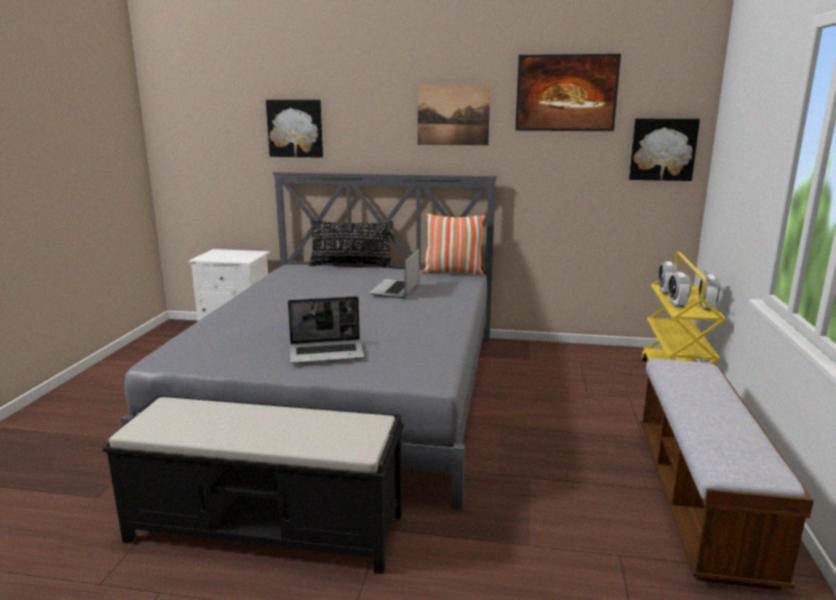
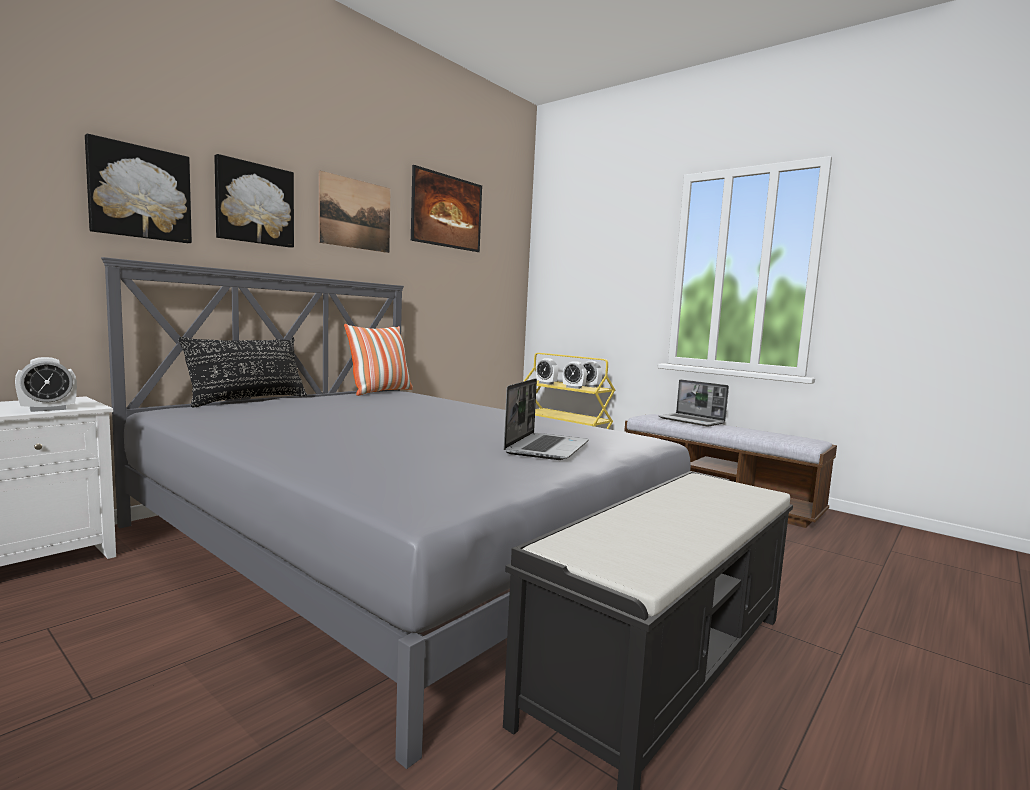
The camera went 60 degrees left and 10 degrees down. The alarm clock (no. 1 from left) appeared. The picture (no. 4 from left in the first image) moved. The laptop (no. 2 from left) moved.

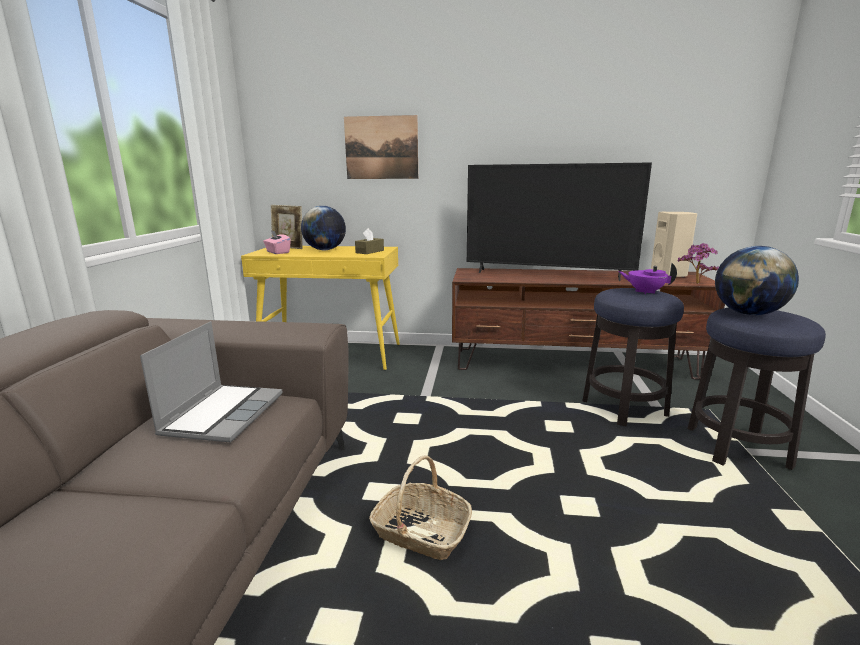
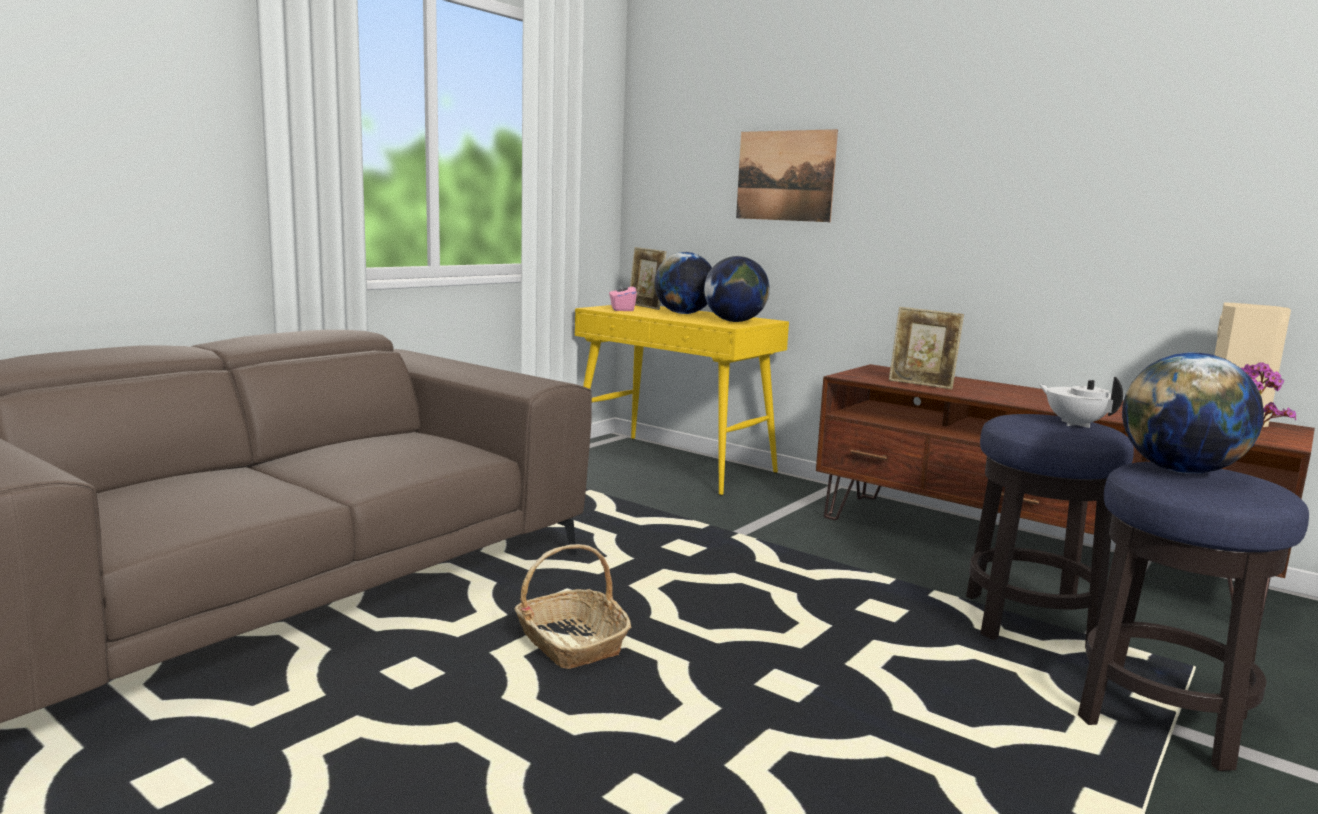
The camera went 30 degrees right and 5 degrees down. The brown tissue box was replaced by the globe (no. 2 from left). The picture frame (no. 2 from left) appeared. The purple teapot became the white teapot. The laptop disappeared. The television disappeared.

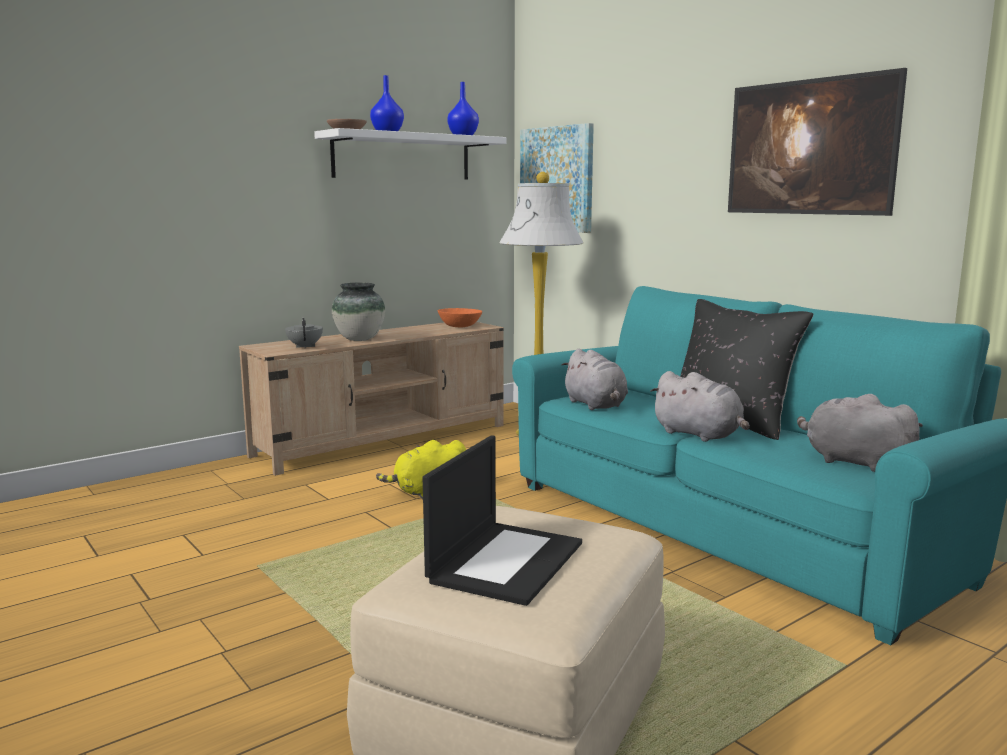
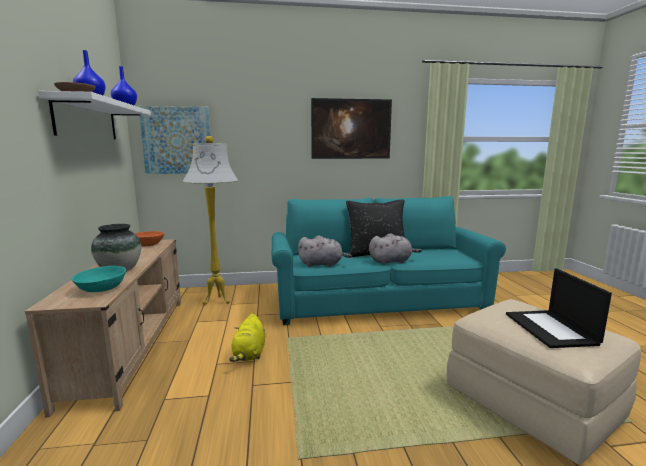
The camera went 60 degrees left and 0 degrees up. The grey teapot was replaced by the turquoise bowl. The laptop turned 150 degrees counterclockwise. The grey plush toy (no. 3 from left) disappeared.

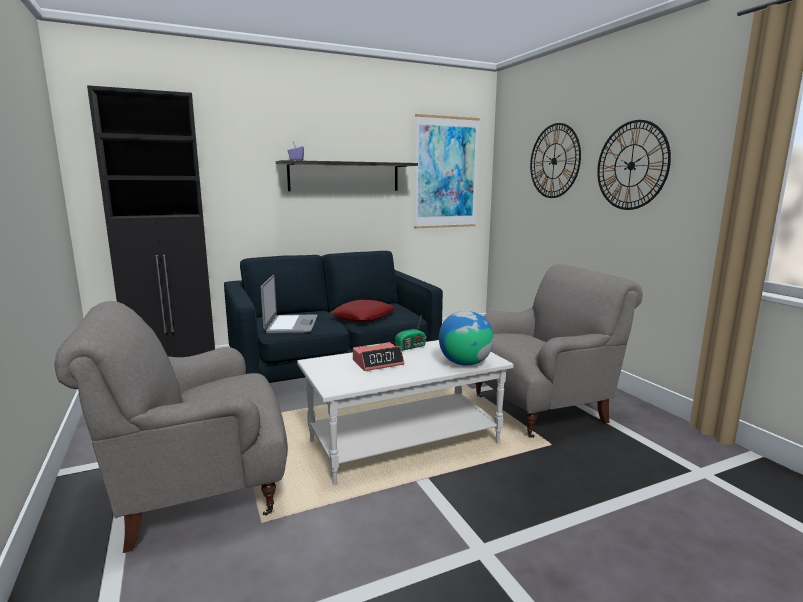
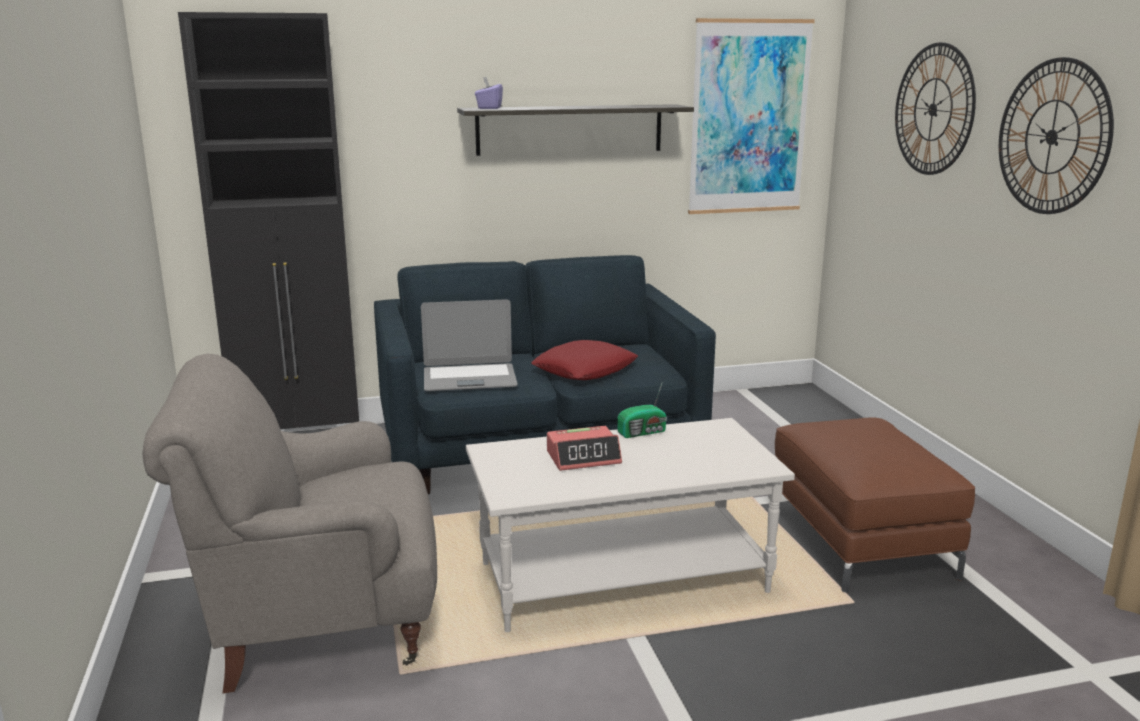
The camera went 10 degrees right and 5 degrees up. The laptop turned 75 degrees clockwise. The grey armchair (no. 2 from left) was replaced by the brown ottoman. The globe disappeared.

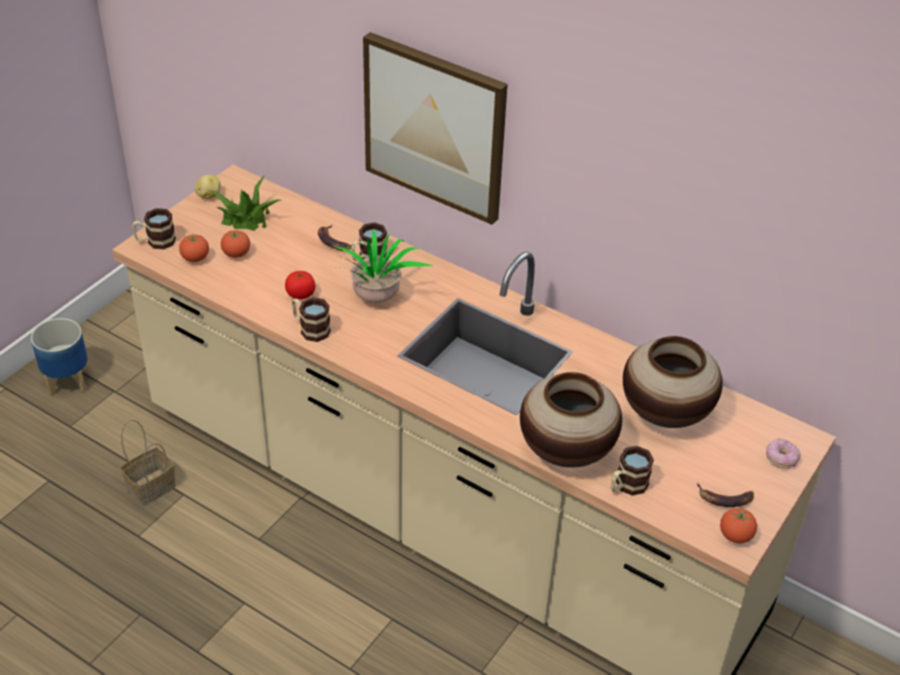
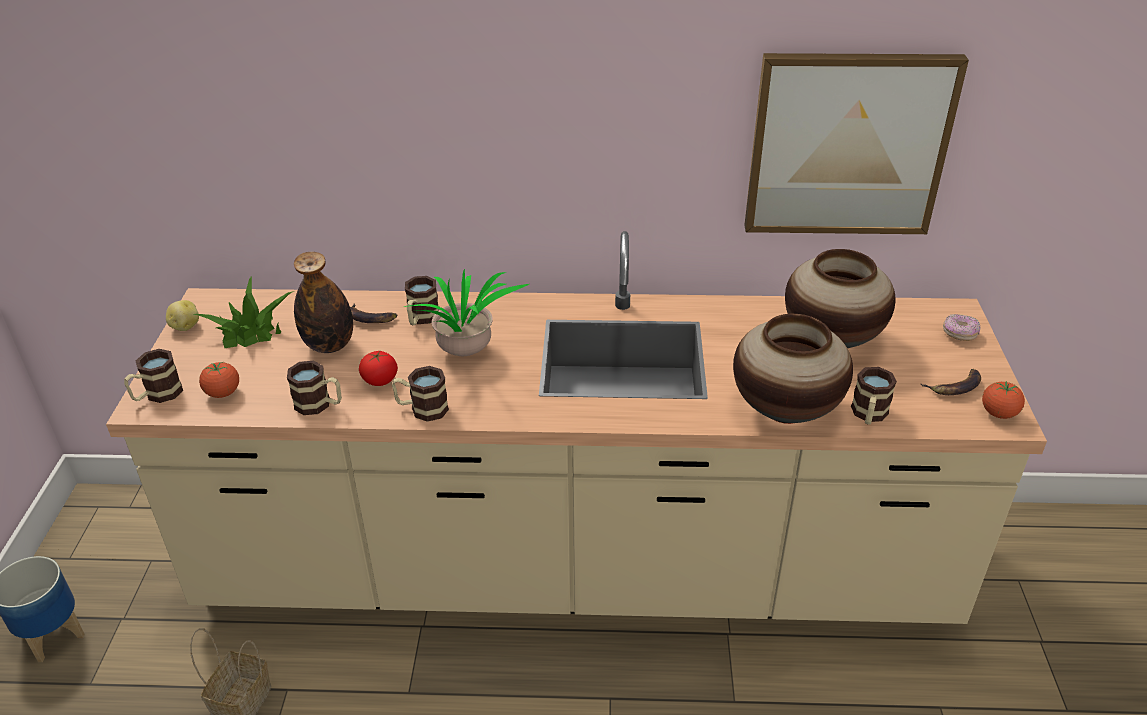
The camera went 30 degrees left and 5 degrees down. The mug (no. 2 from left) appeared. The bottle appeared. The picture moved. The tomato (no. 2 from left) disappeared.

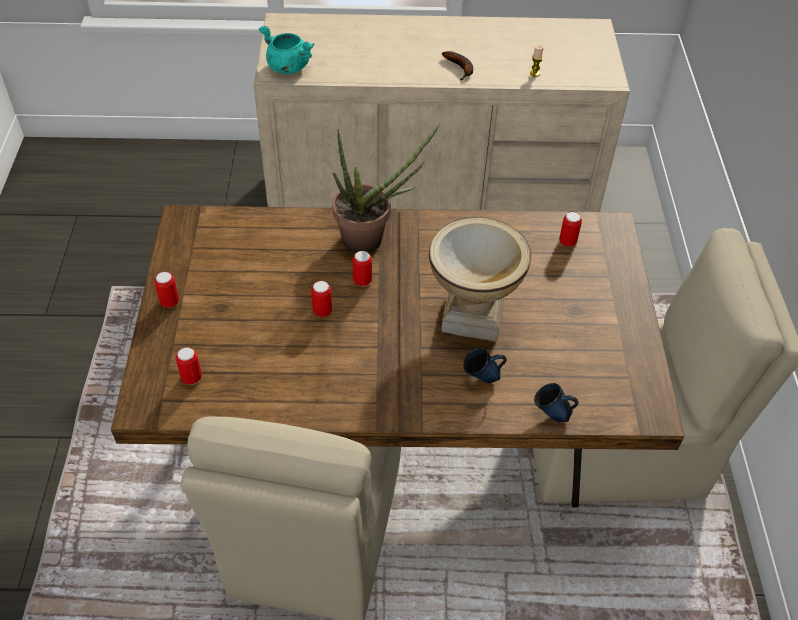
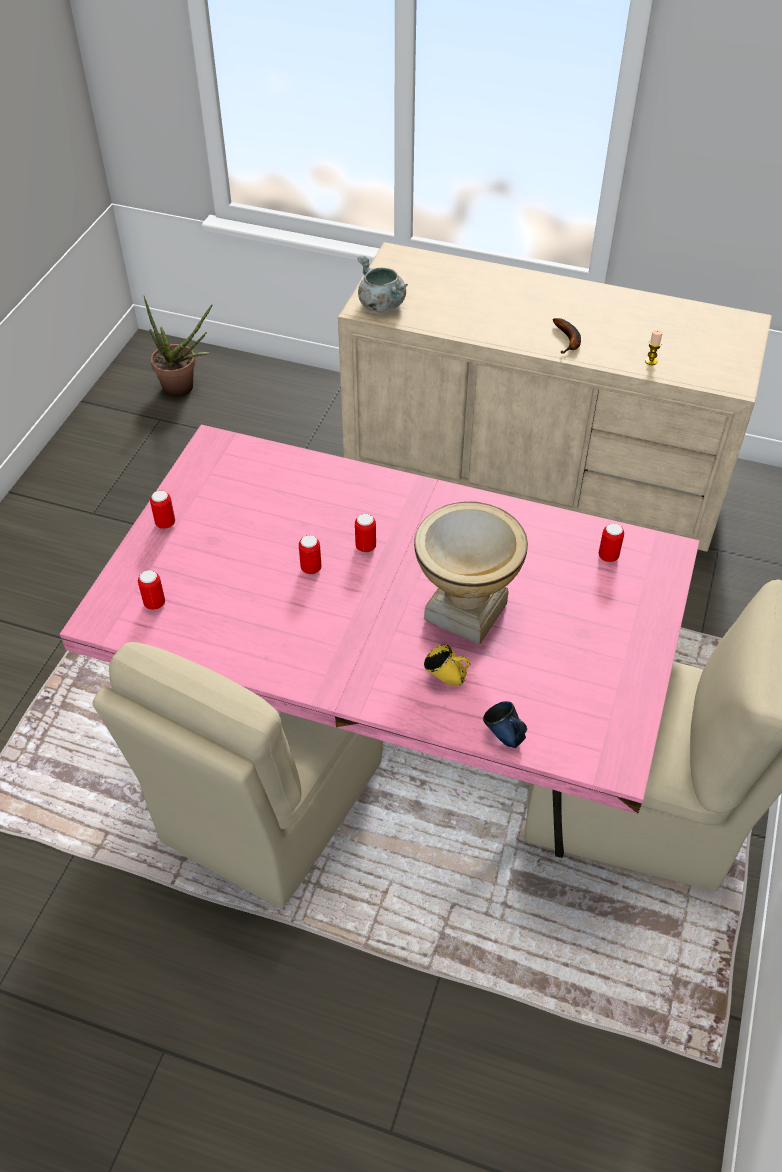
The camera went 20 degrees right and 0 degrees up. The brown dining table became the pink dining table. The potted plant moved. The turquoise cooking pot became the grey cooking pot. The blue mug (no. 1 from left) became the yellow mug.

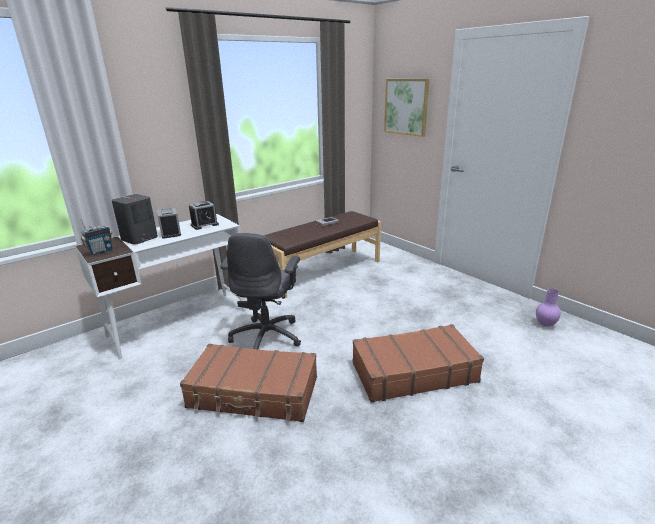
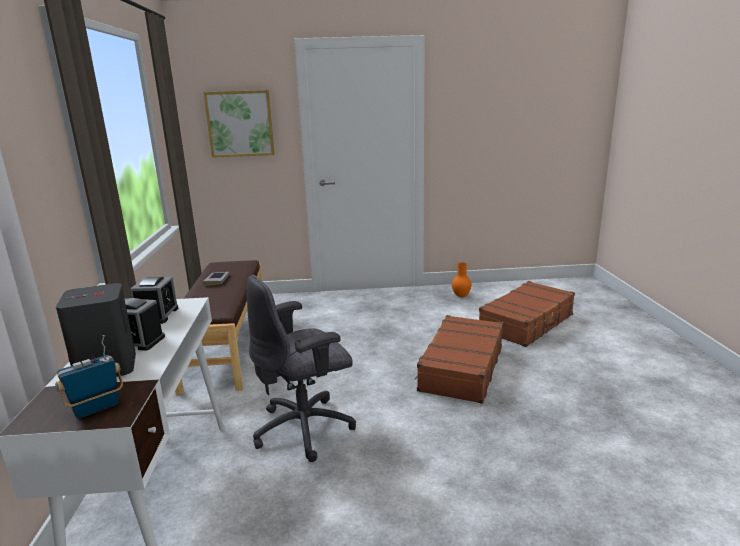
The camera went 55 degrees left and 5 degrees down. The radio turned 120 degrees counterclockwise. The grey office chair turned 105 degrees clockwise. The purple vase became the orange vase. The brown suitcase (no. 1 from left in the first image) moved.

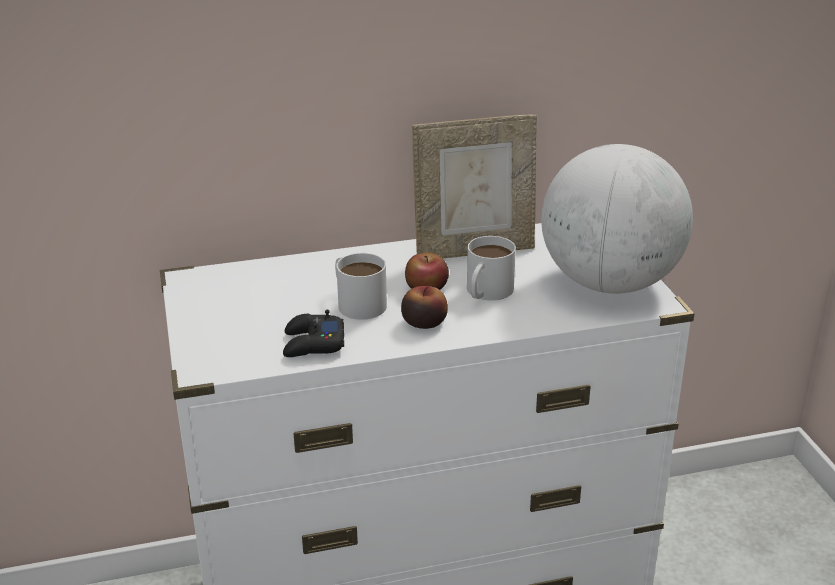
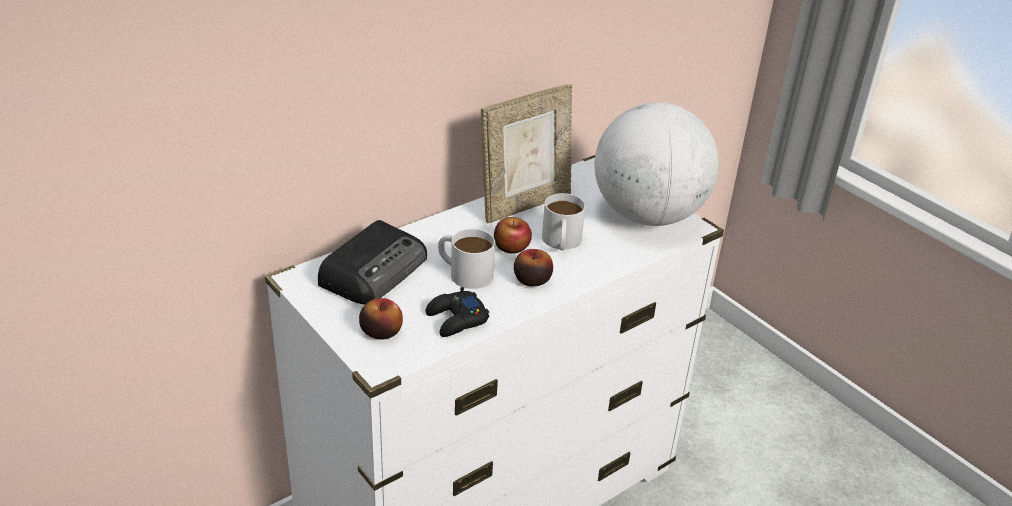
The camera went 25 degrees left and 5 degrees up. The radio appeared. The apple (no. 1 from left) appeared.

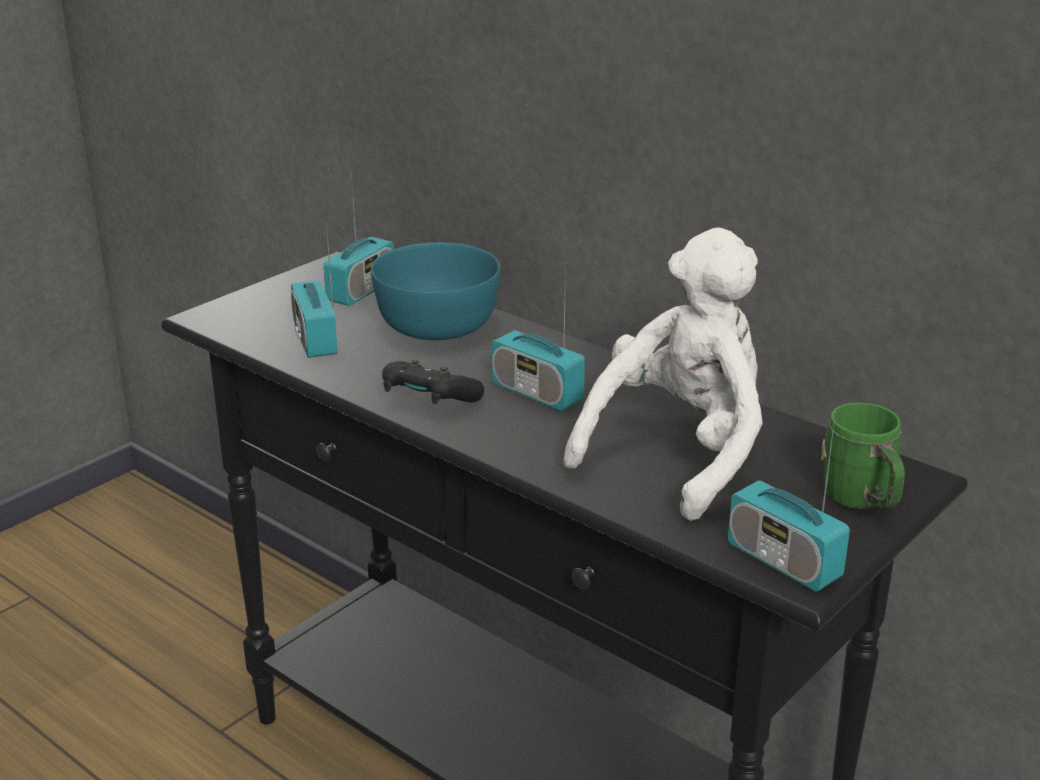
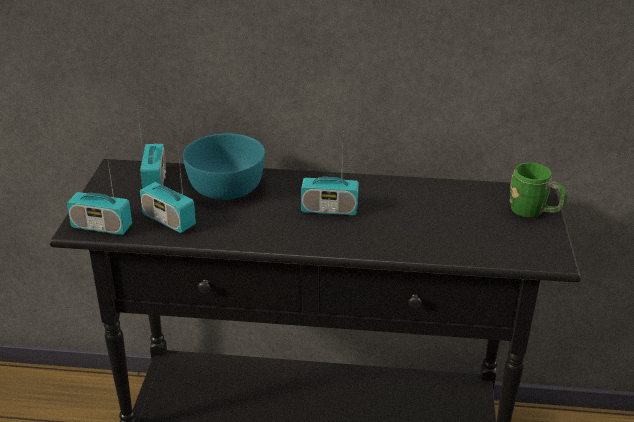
The camera went 35 degrees left and 5 degrees up. The radio (no. 4 from left in the first image) moved. The black game controller disappeared. The white plush toy disappeared.

